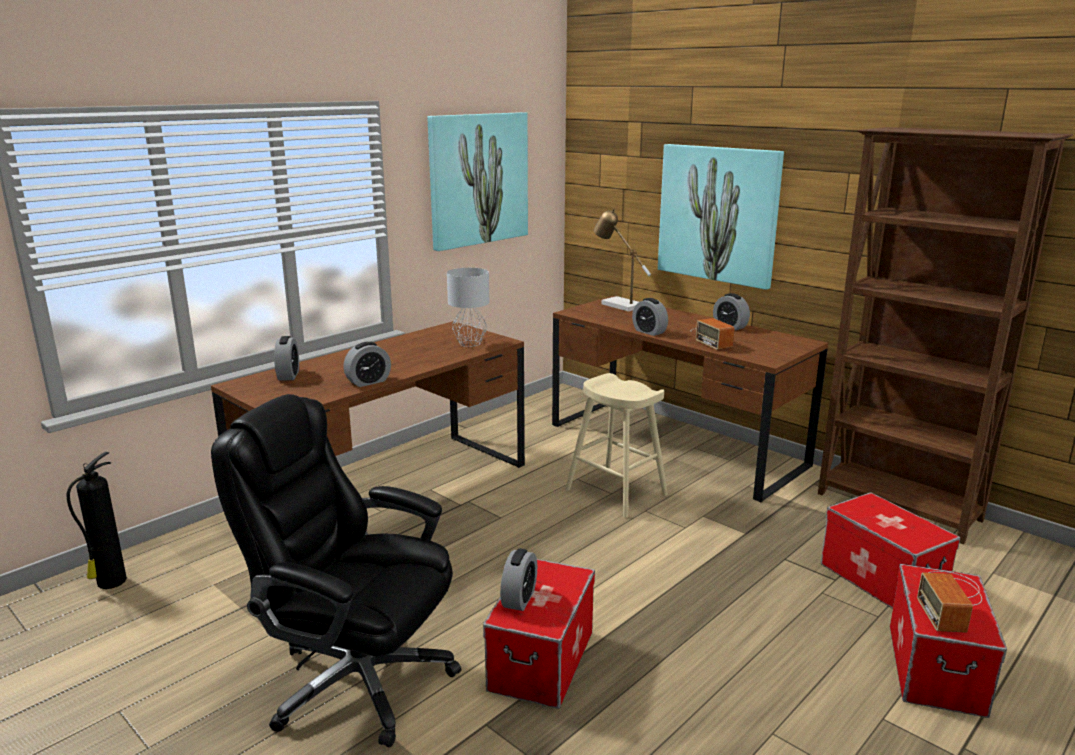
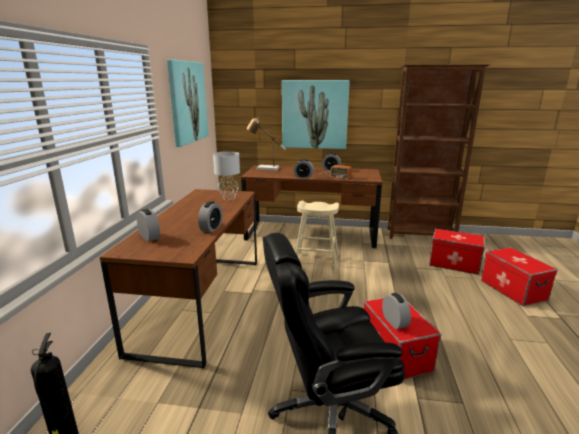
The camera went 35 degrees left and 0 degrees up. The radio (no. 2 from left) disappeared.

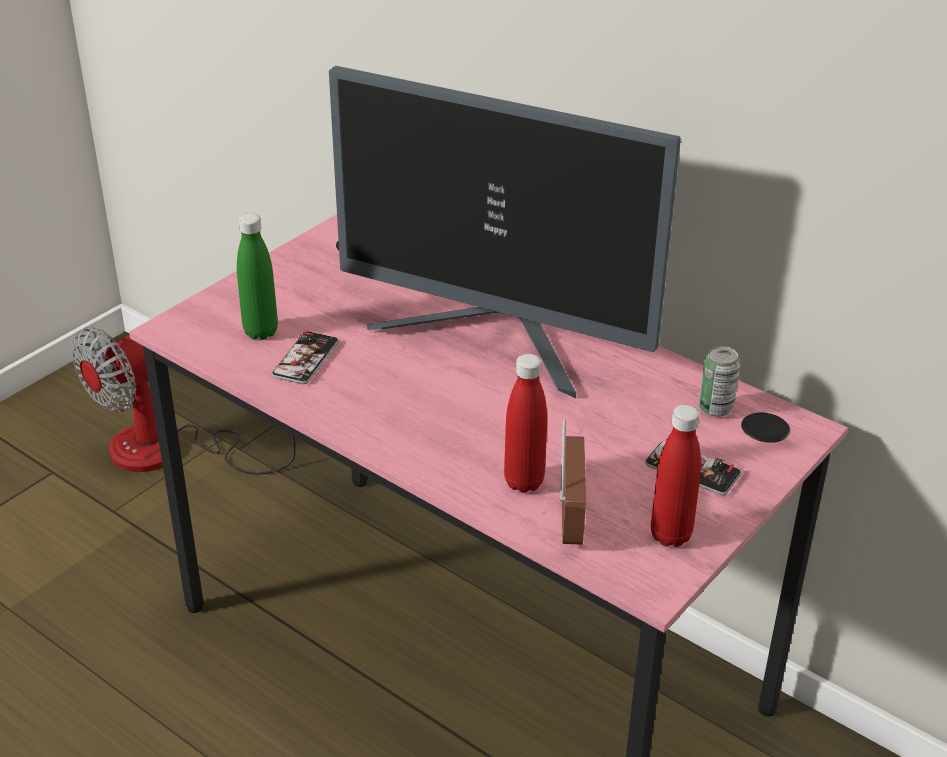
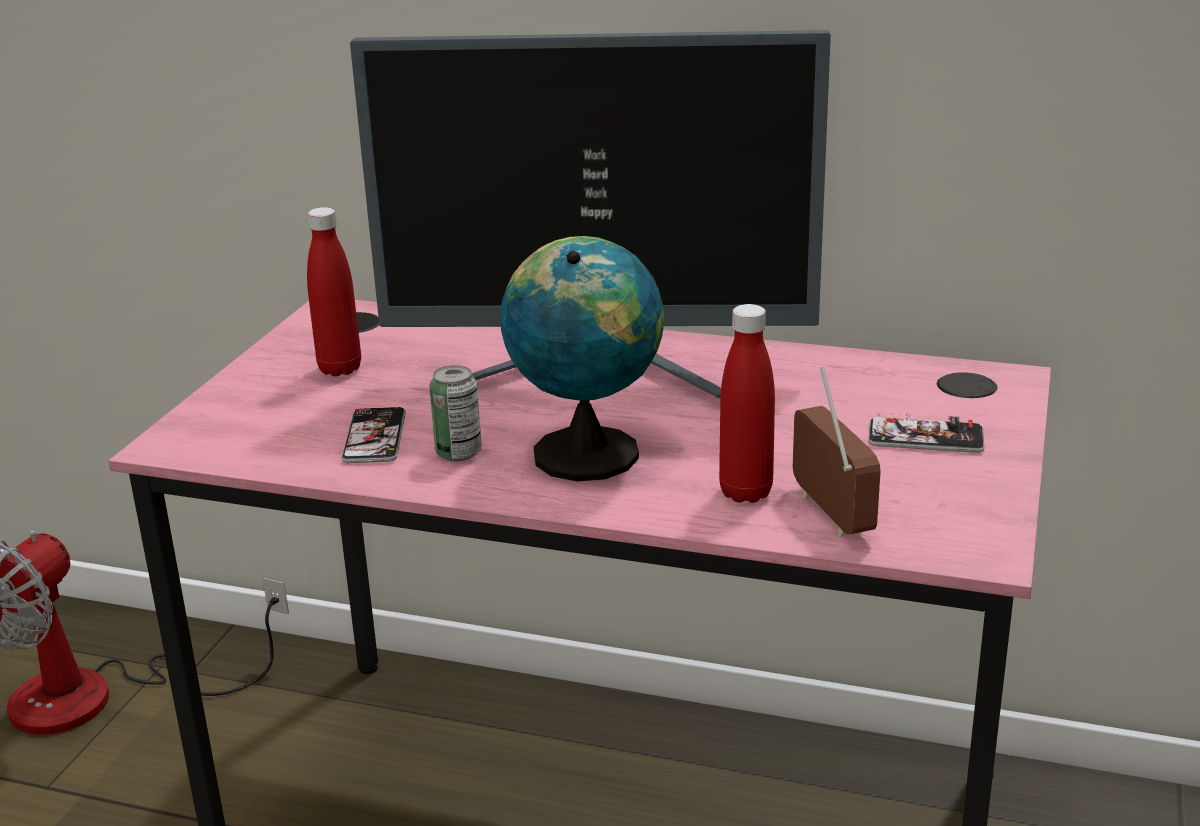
The camera went 20 degrees left and 10 degrees down. The red bottle (no. 2 from left in the first image) moved. The can moved. The globe appeared. The green bottle disappeared.

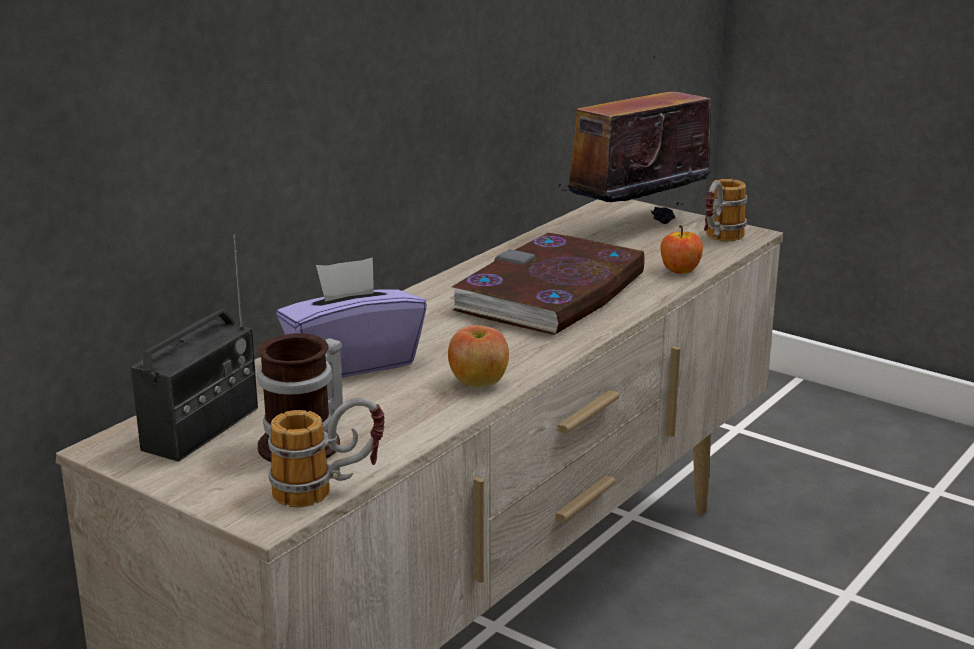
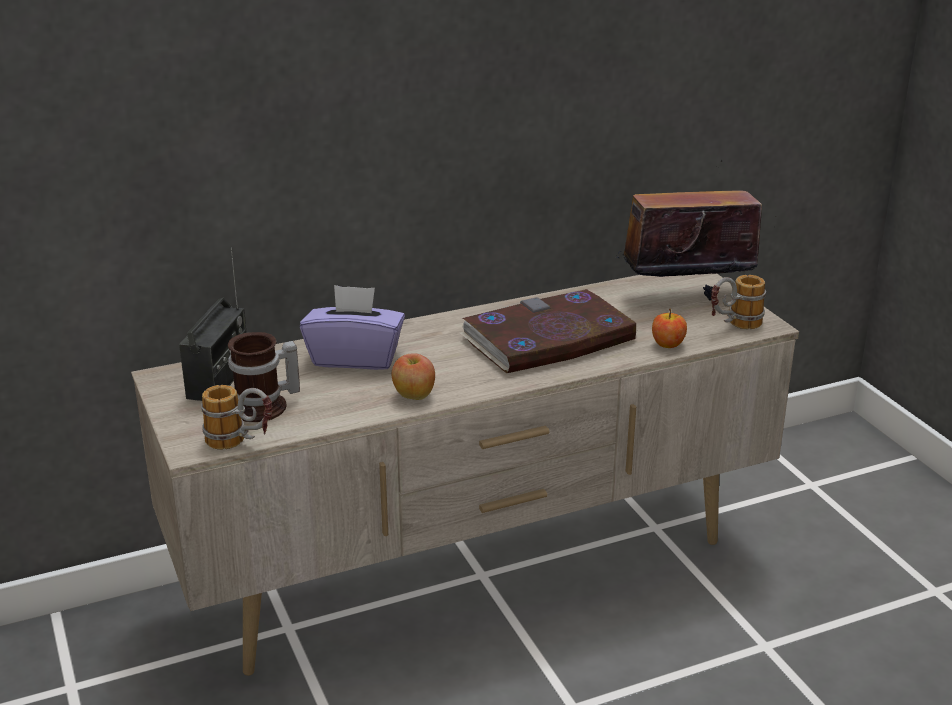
The camera went 30 degrees right and 5 degrees up. The radio (no. 1 from left) turned 45 degrees counterclockwise.

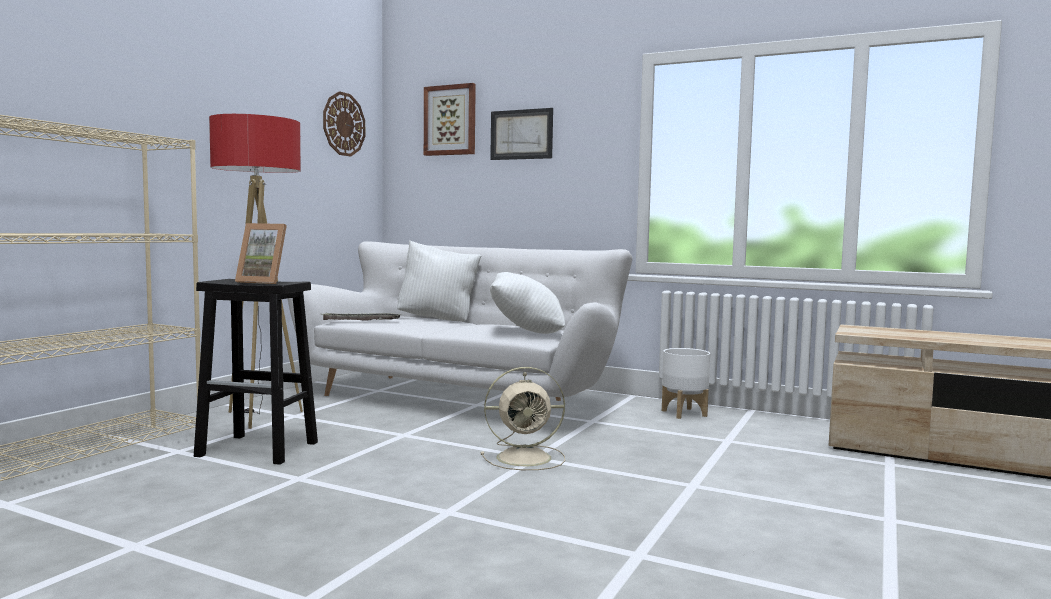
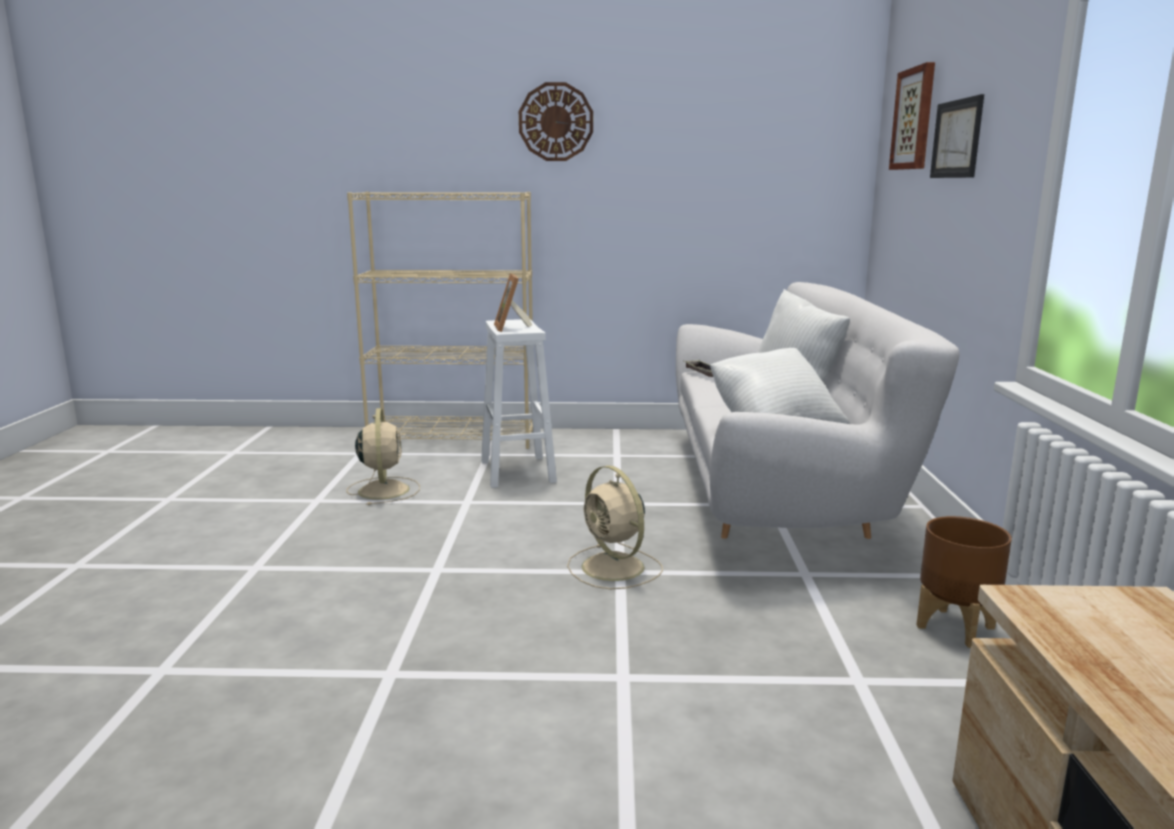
The camera went 65 degrees right and 10 degrees up. The beige fan (no. 1 from left) appeared. The black stool became the white stool. The wall clock moved. The white planter became the brown planter. The floor lamp disappeared.

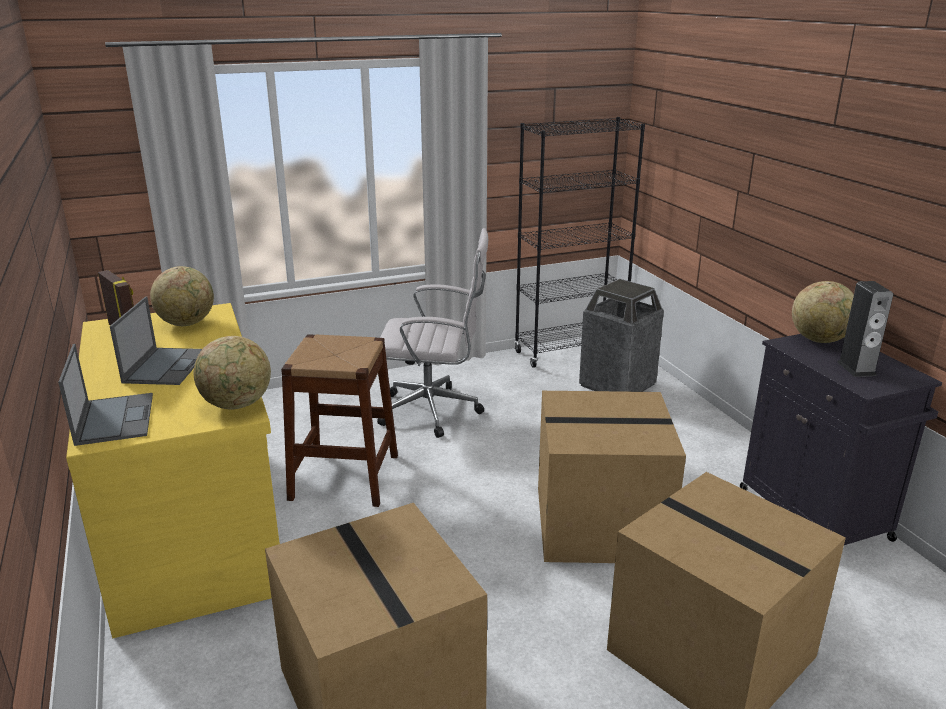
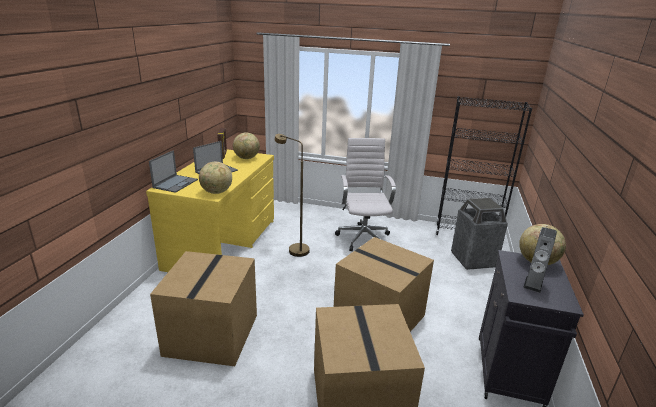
The camera went 35 degrees right and 0 degrees up. The brown stool was replaced by the brown floor lamp. The white office chair turned 135 degrees counterclockwise.

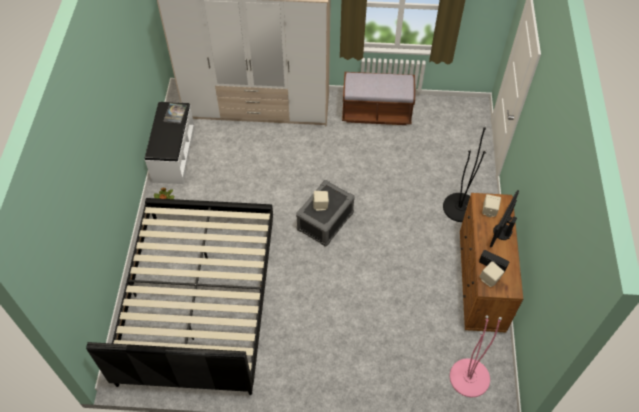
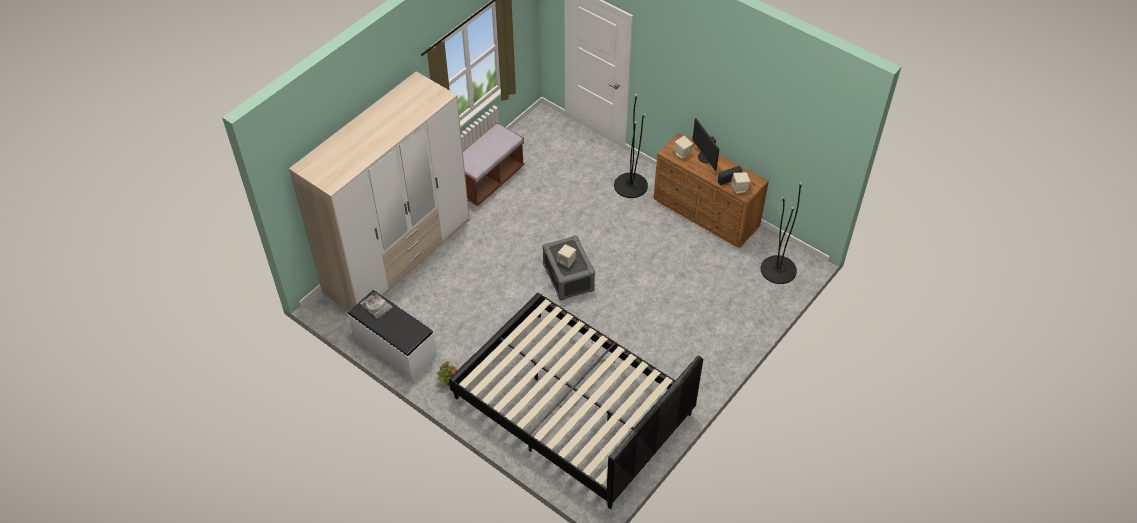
The camera went 55 degrees left and 5 degrees down. The pink floor lamp became the black floor lamp (no. 2 from left).

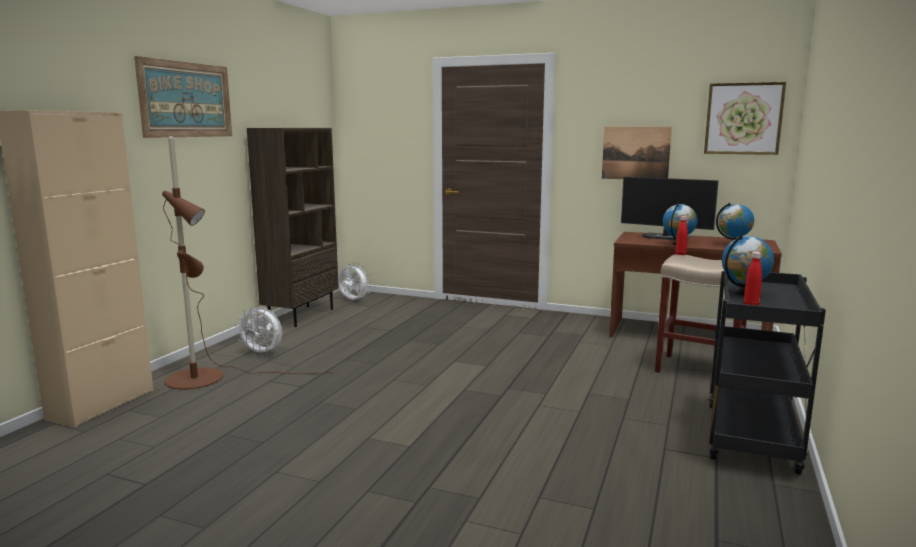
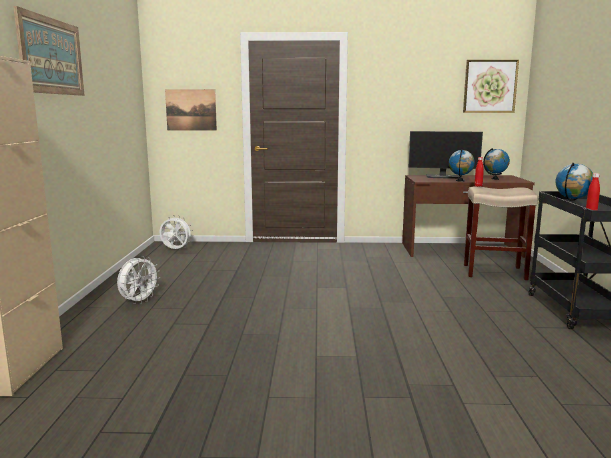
The camera went 20 degrees left and 0 degrees up. The white fan (no. 1 from left) turned 60 degrees counterclockwise. The picture (no. 2 from left) moved. The brown floor lamp disappeared. The brown bookcase disappeared.

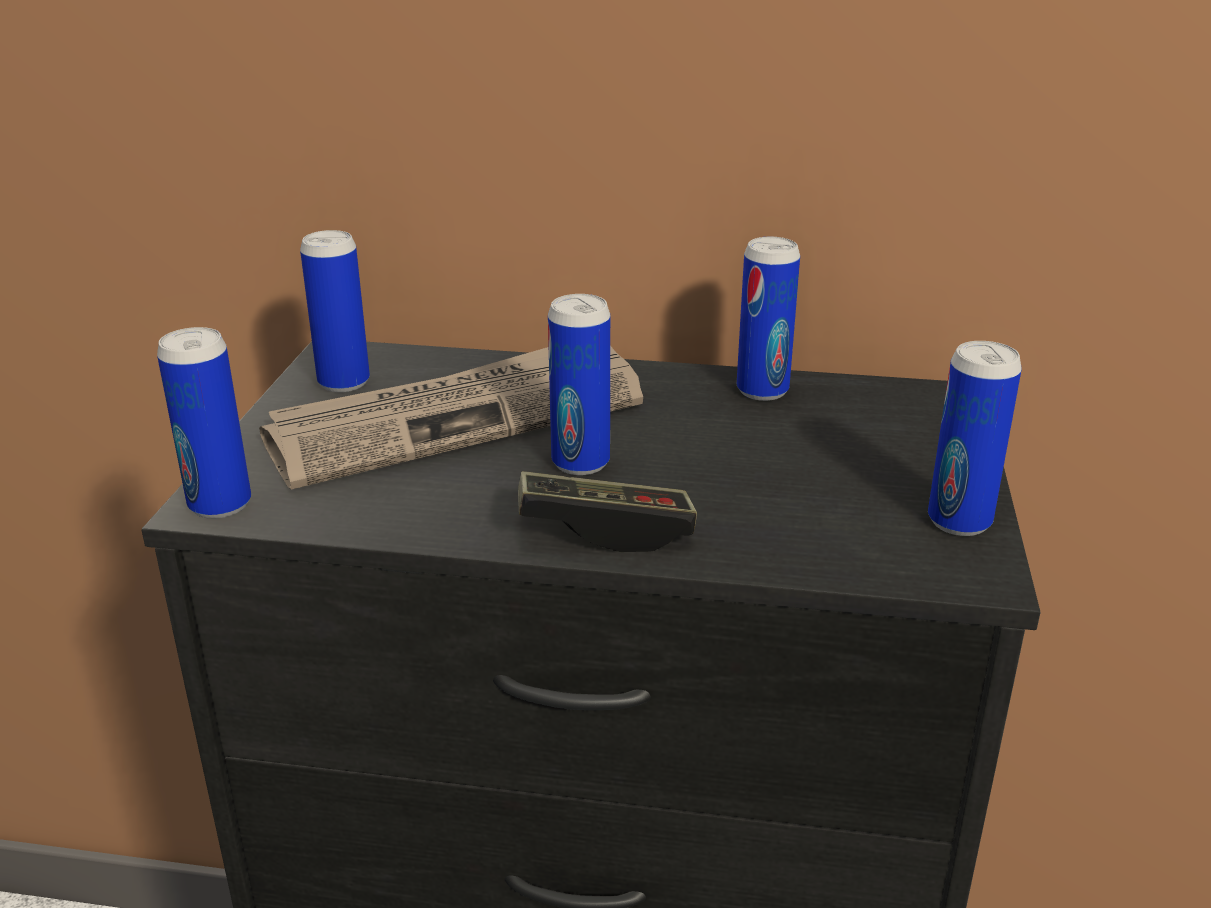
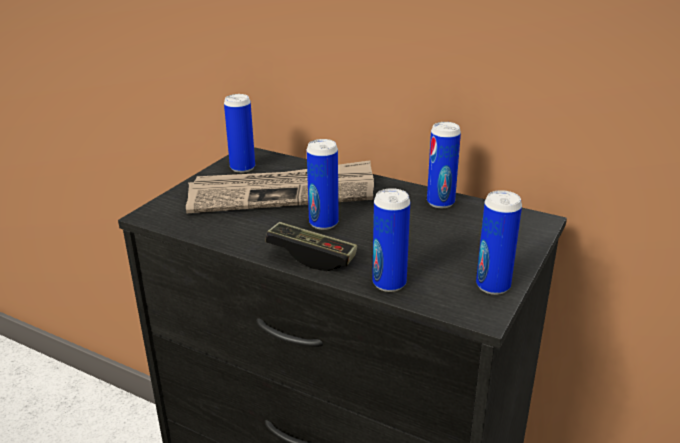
The camera went 20 degrees right and 0 degrees up. The can (no. 1 from left in the first image) moved.

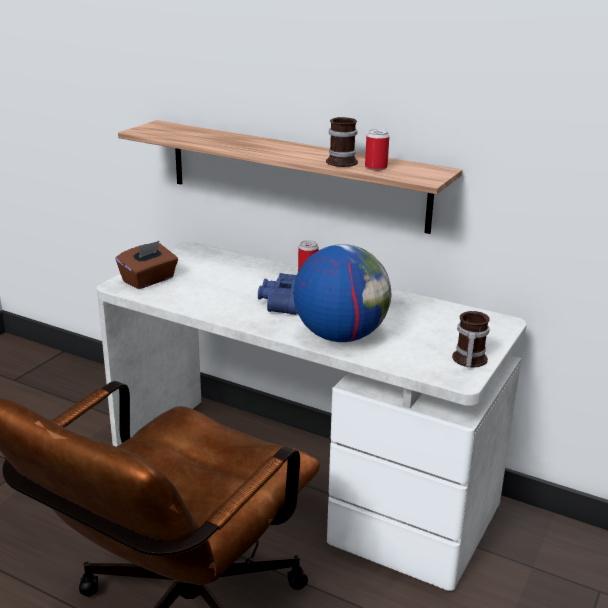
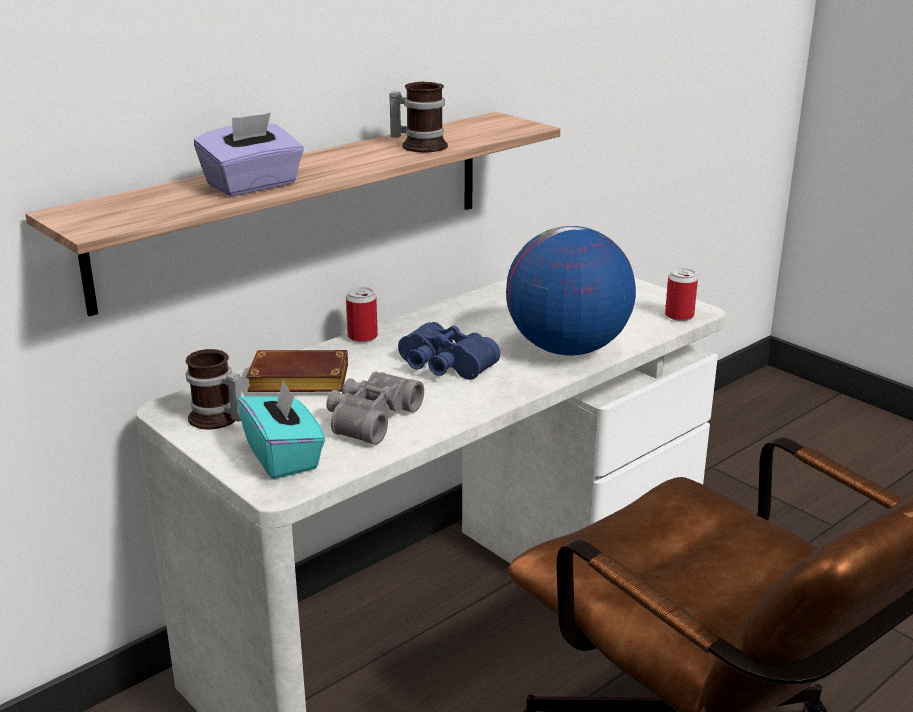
The camera went 70 degrees left and 0 degrees up. The mug (no. 2 from left in the first image) moved. The purple tissue box appeared. The brown tissue box became the turquoise tissue box. The brown book appeared. The grey binoculars appeared. The can (no. 2 from left) moved.

